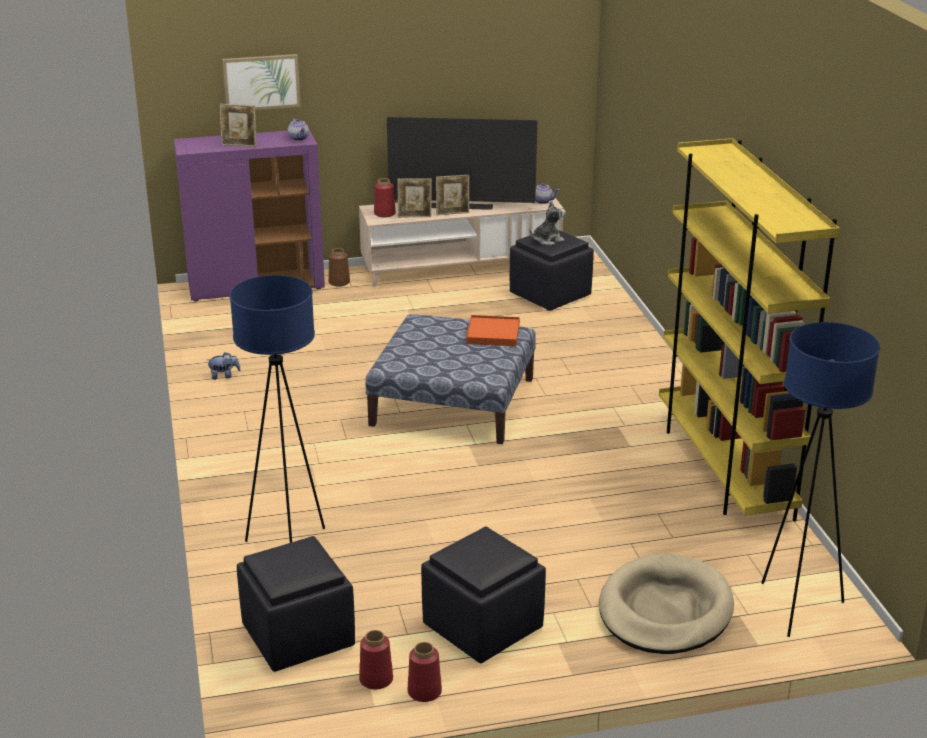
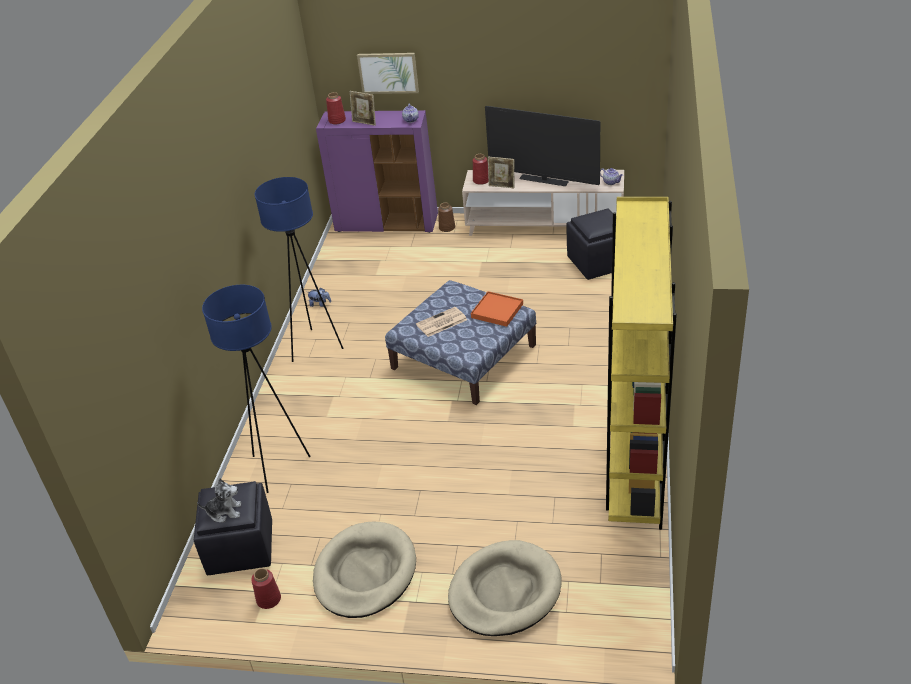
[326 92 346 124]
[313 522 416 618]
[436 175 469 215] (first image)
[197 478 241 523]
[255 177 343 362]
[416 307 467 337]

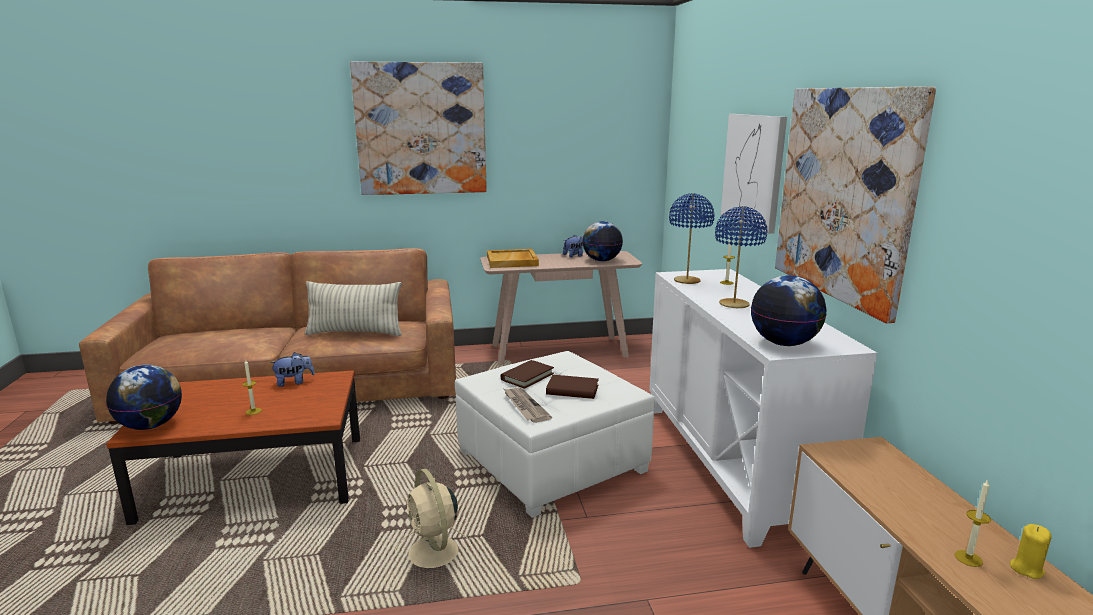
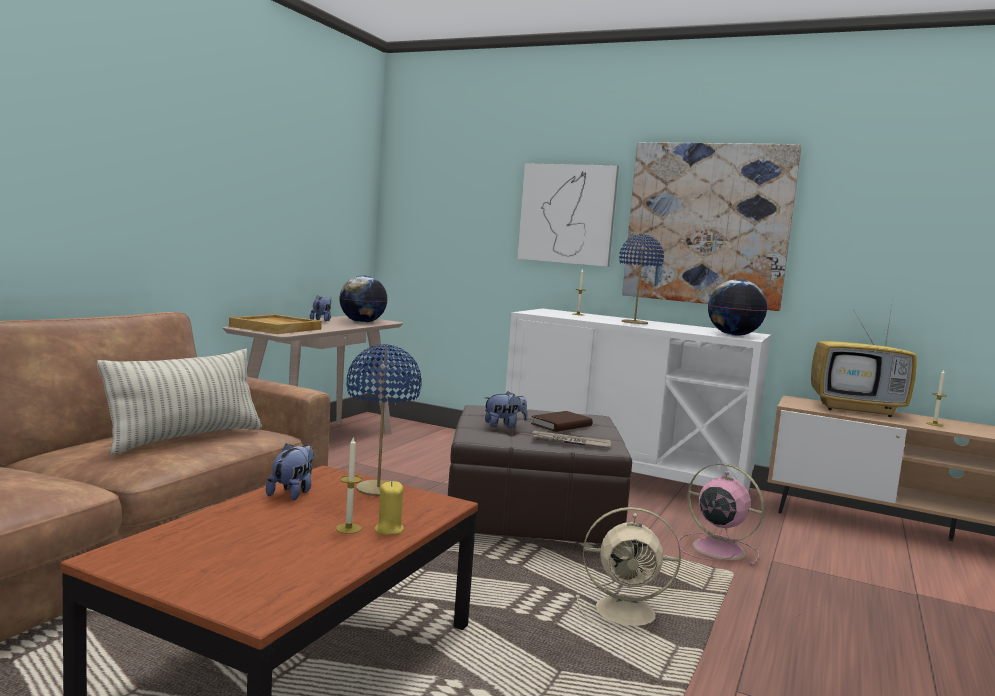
[106 365 182 430] (first image)
[350 62 487 195] (first image)
[448 405 632 543]
[484 391 528 428]
[346 344 422 496]
[374 481 404 535]
[677 463 764 566]
[811 300 917 417]

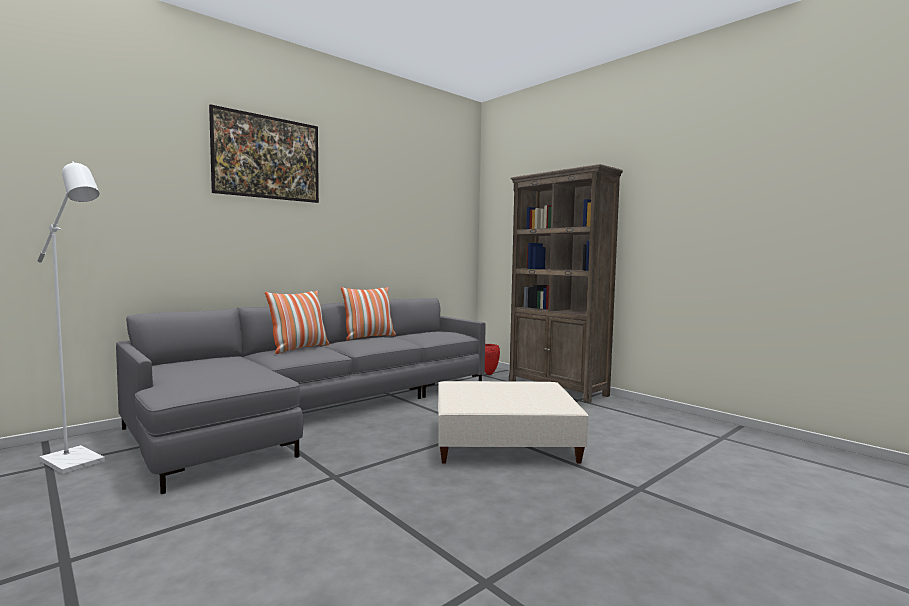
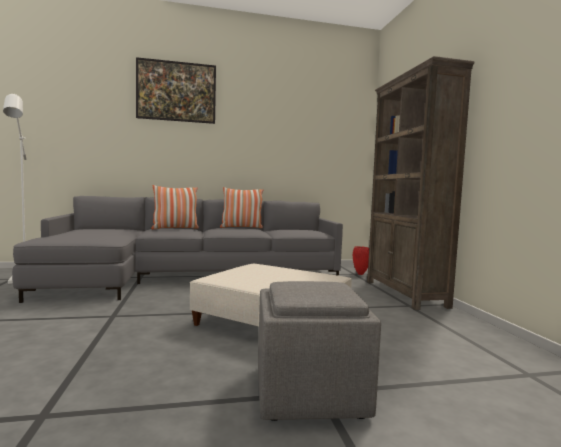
[258 281 381 421]

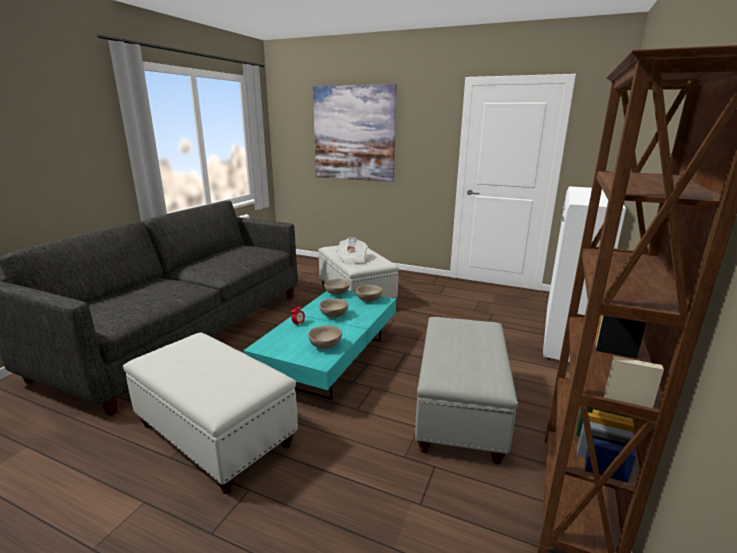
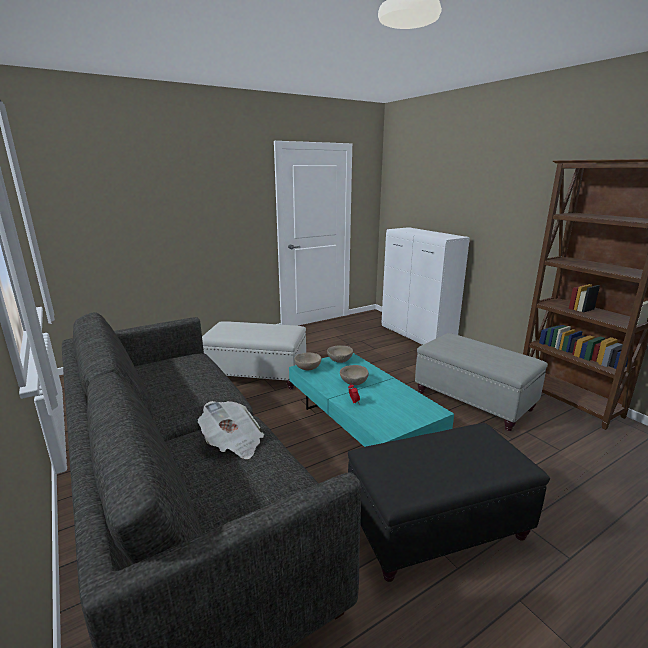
[348 423 550 582]
[308 325 342 349] (first image)
[313 84 397 182] (first image)
[198 401 264 459]

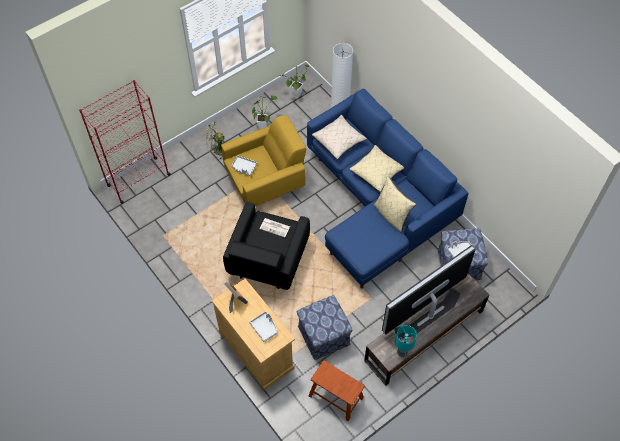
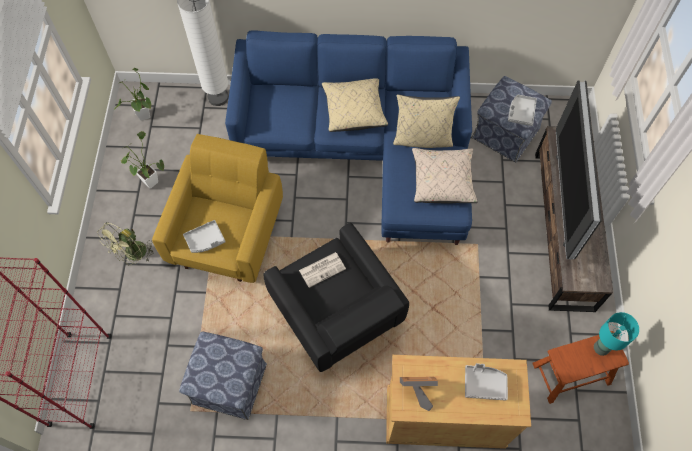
[179 331 267 420]
[412 148 478 204]
[594 312 639 356]

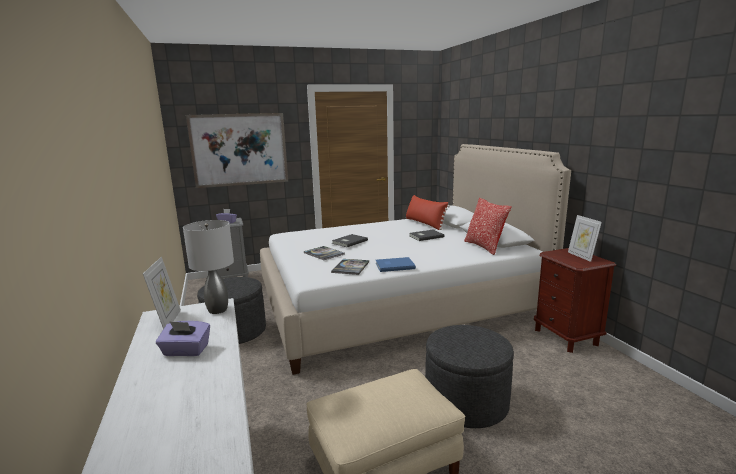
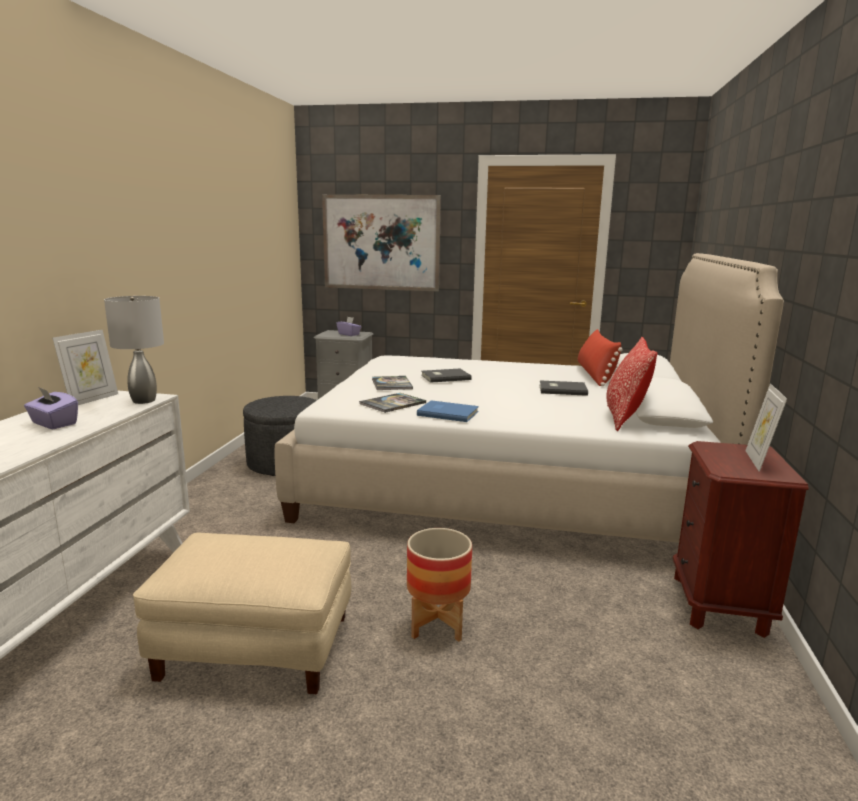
[407 528 472 642]

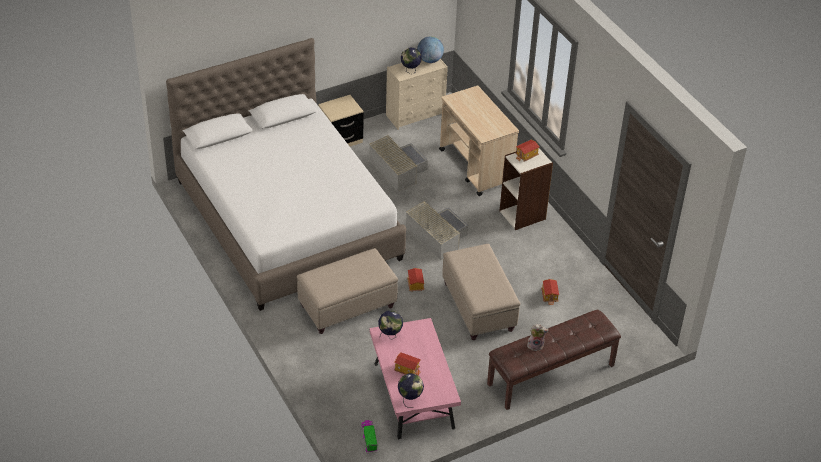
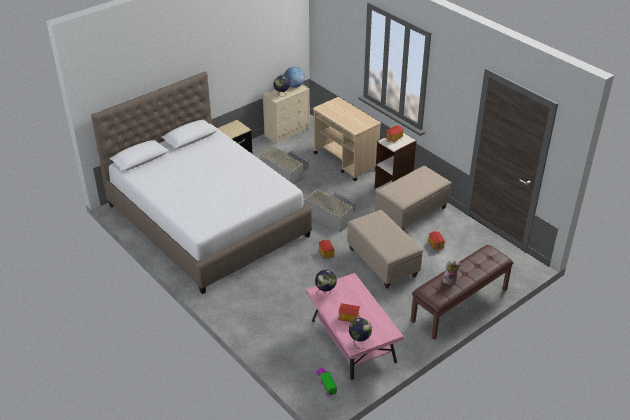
[375 166 452 231]

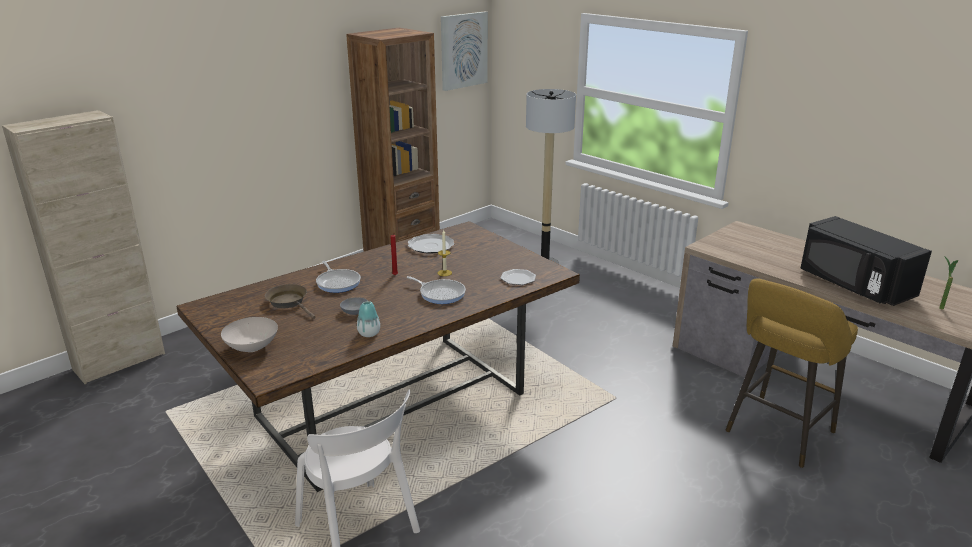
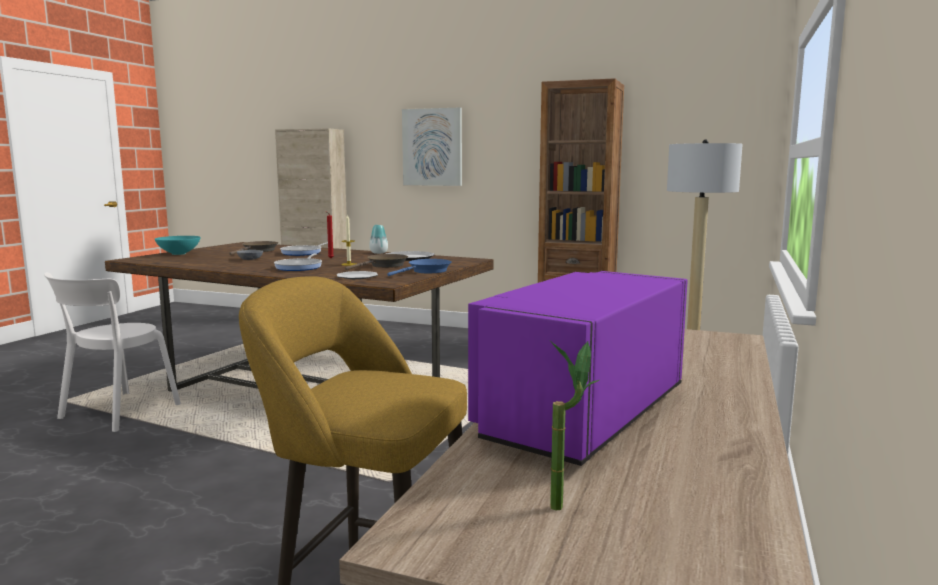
[155 236 201 255]
[369 225 388 254]
[402 107 462 186]
[468 271 688 466]
[345 254 408 270]
[387 259 452 276]

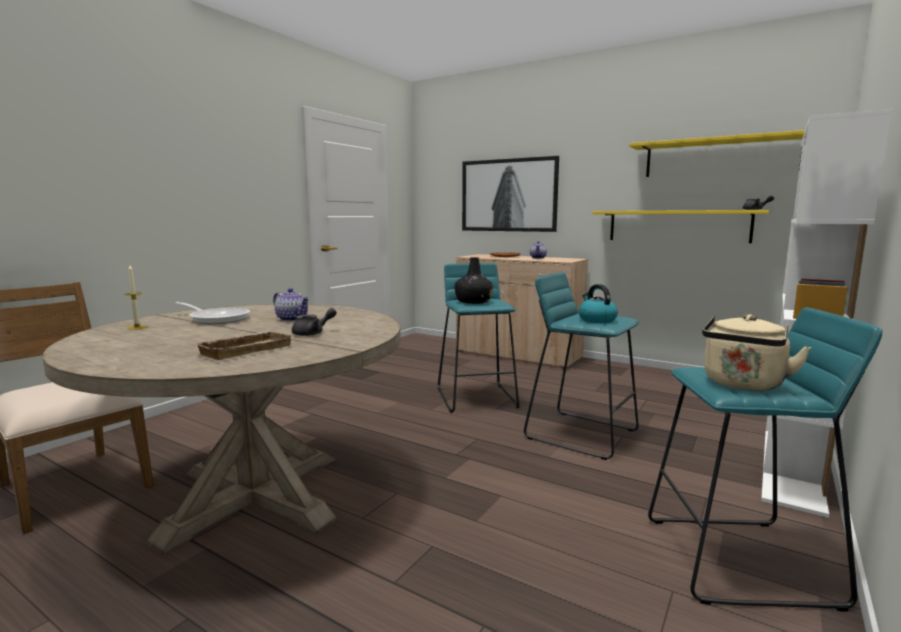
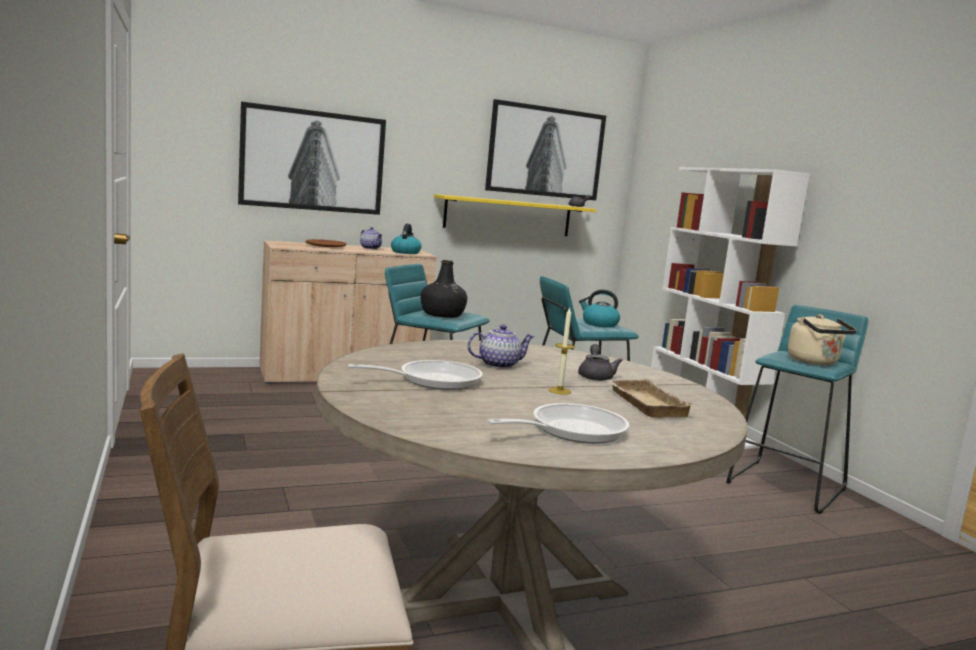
[548 307 575 395]
[485 99 606 200]
[391 224 421 254]
[487 403 629 444]

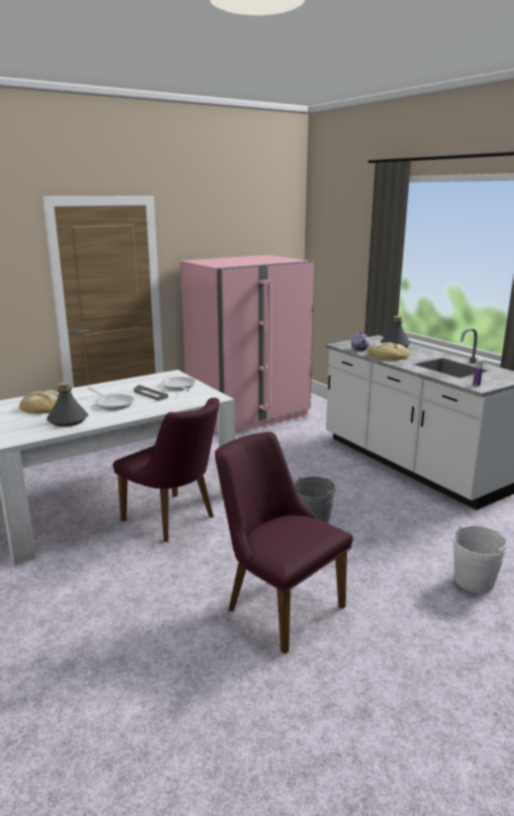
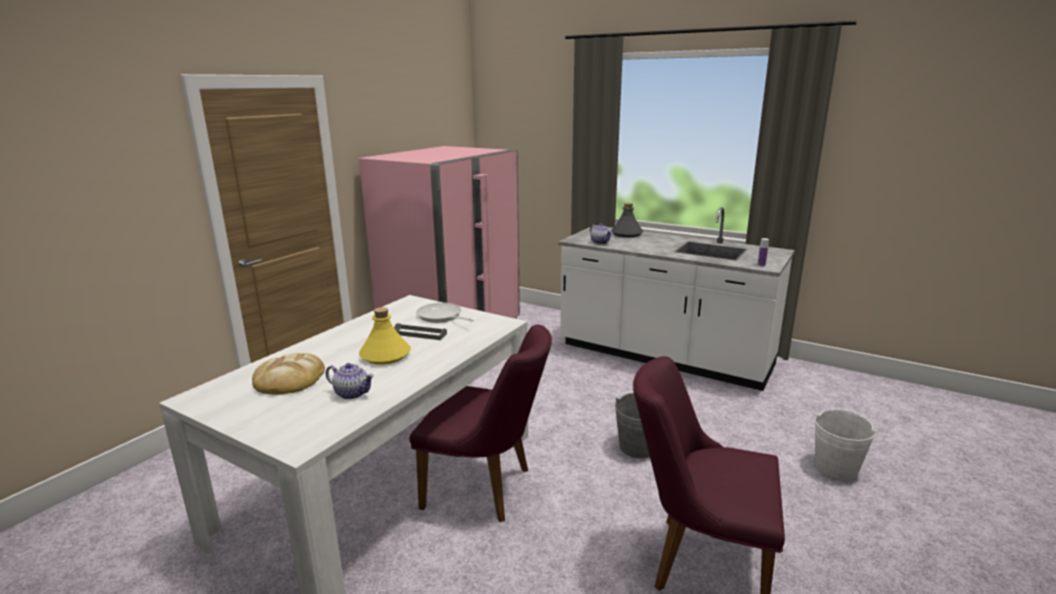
[326 363 374 399]
[359 307 411 365]
[368 342 409 360] (first image)

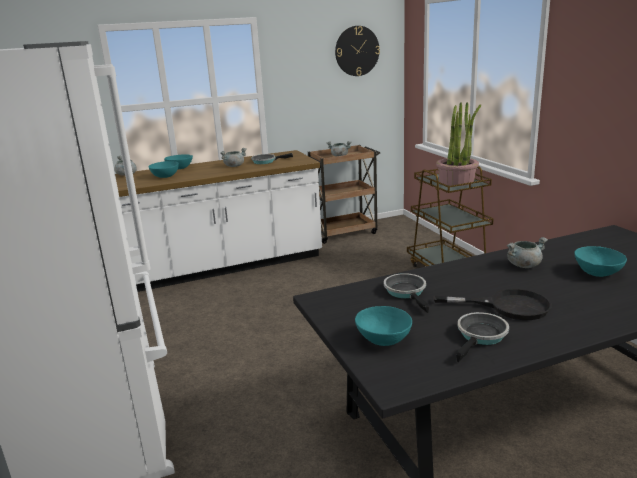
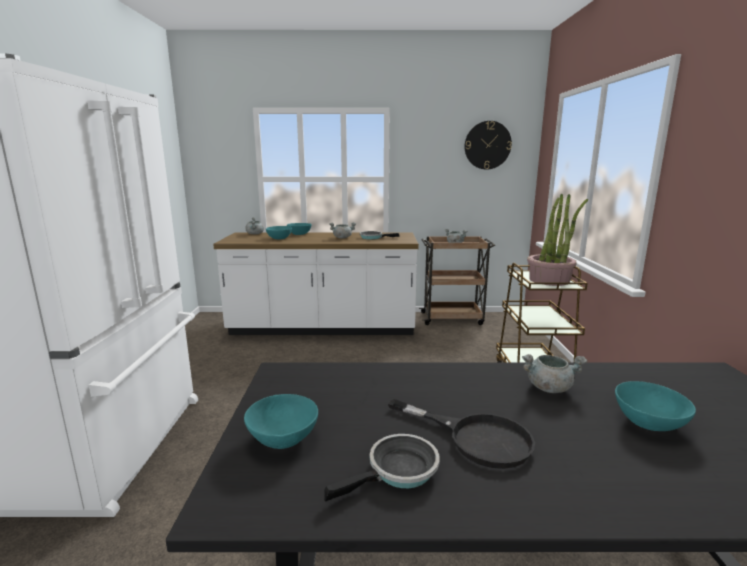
[384 273 429 313] (first image)

